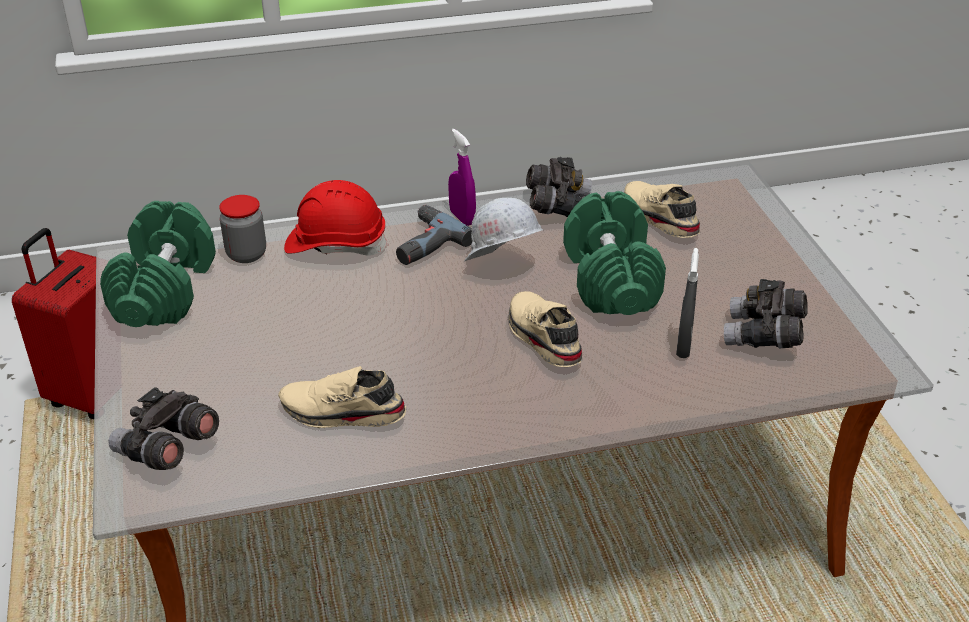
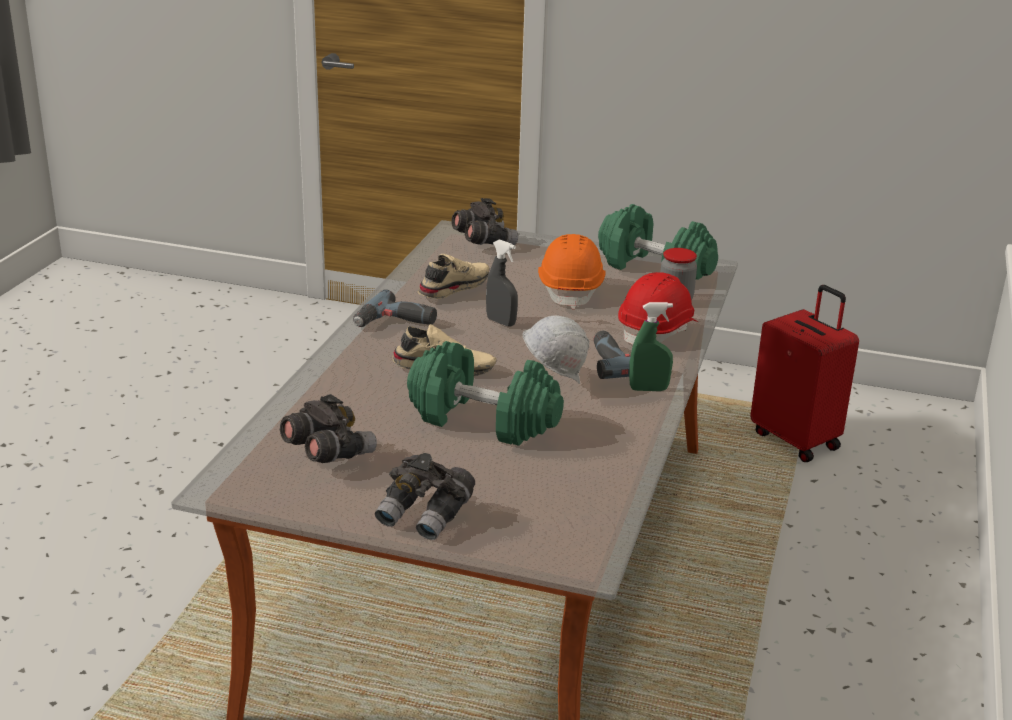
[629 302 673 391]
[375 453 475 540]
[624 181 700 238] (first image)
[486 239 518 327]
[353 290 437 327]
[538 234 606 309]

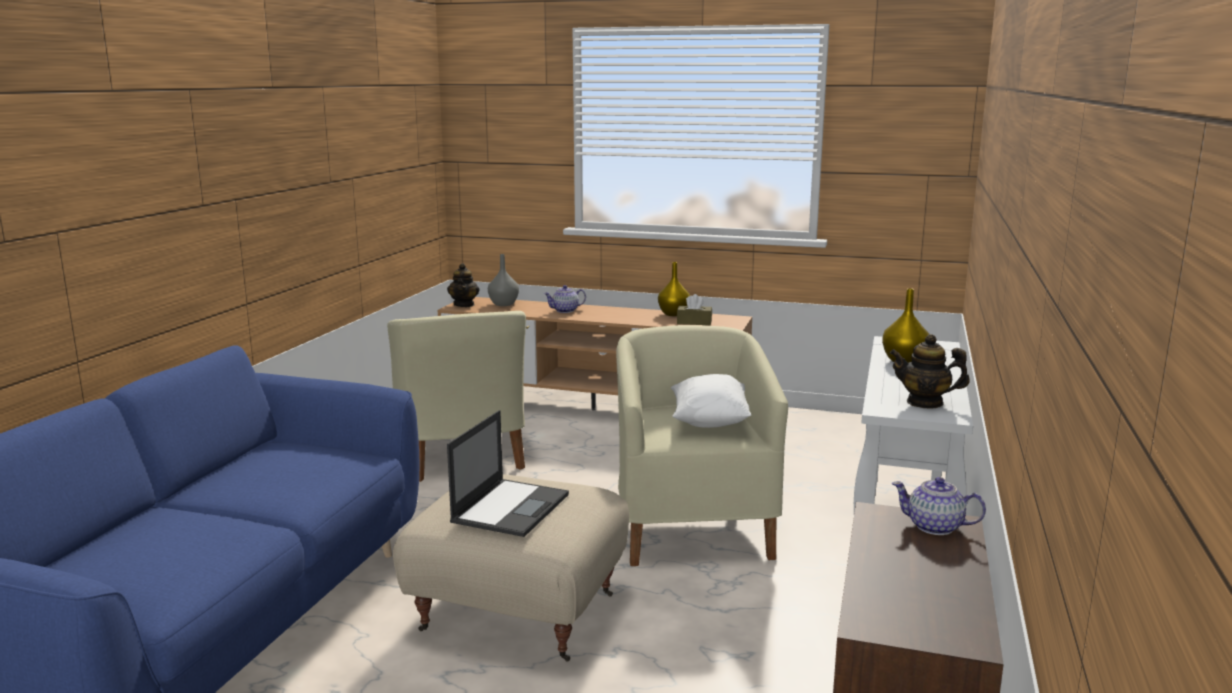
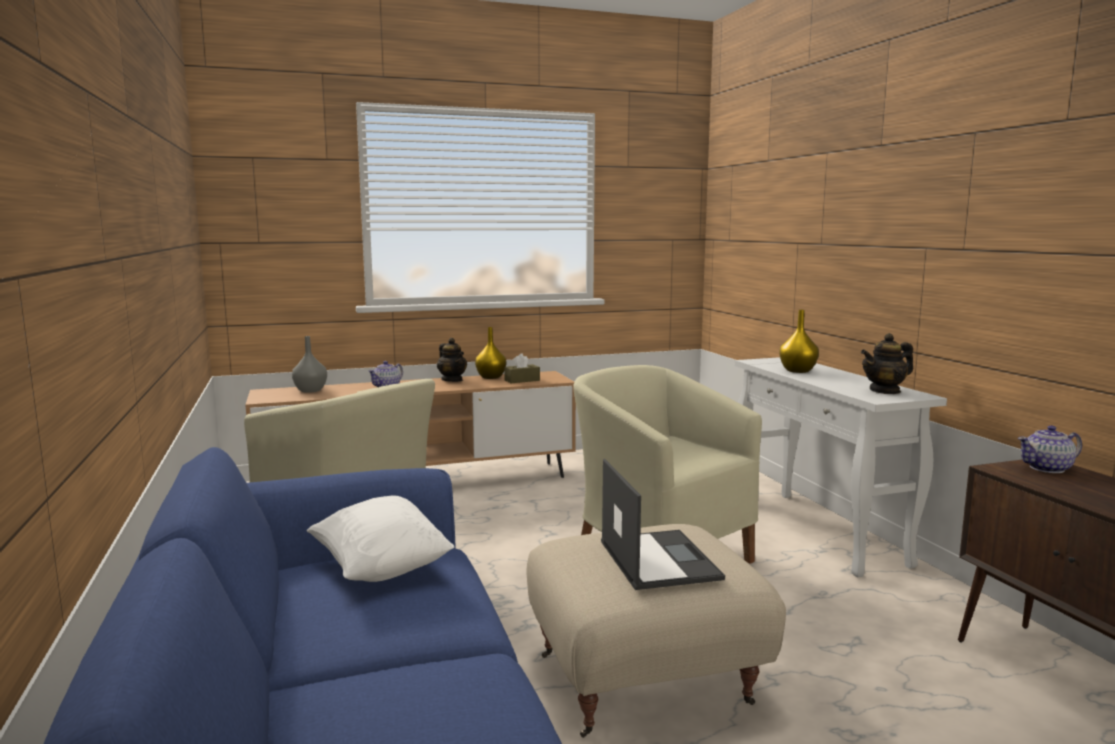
[437 338 467 382]
[306 496 455 582]

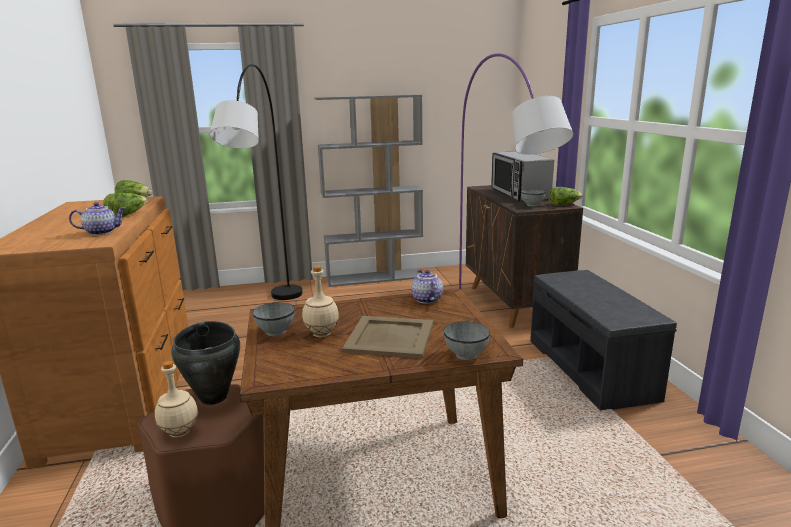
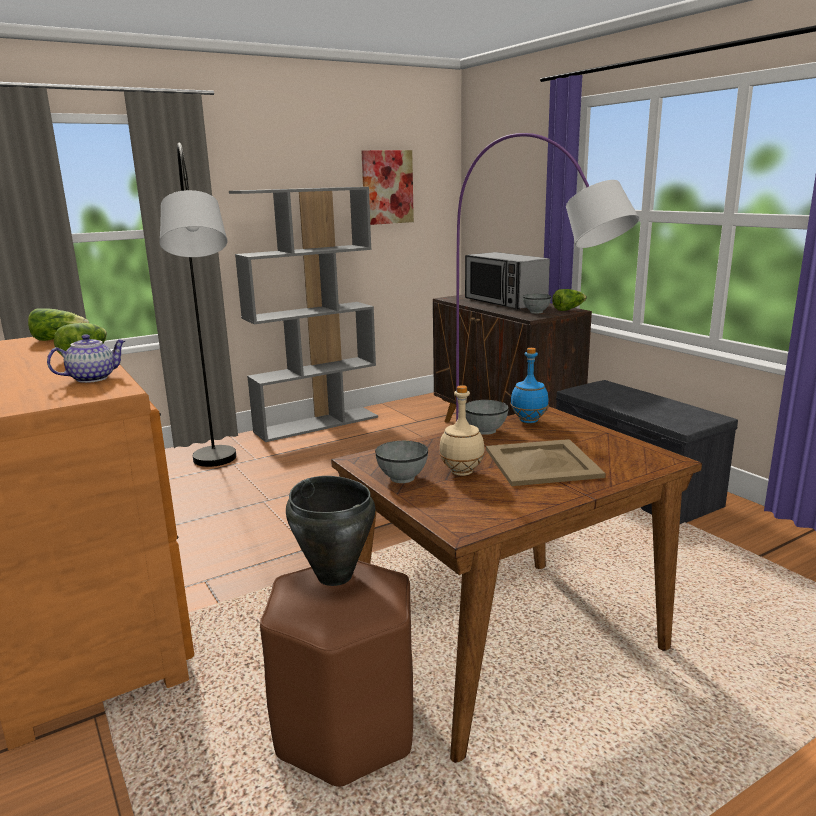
[155 361 198 438] (first image)
[510 348 549 423]
[466 400 509 435]
[361 150 414 225]

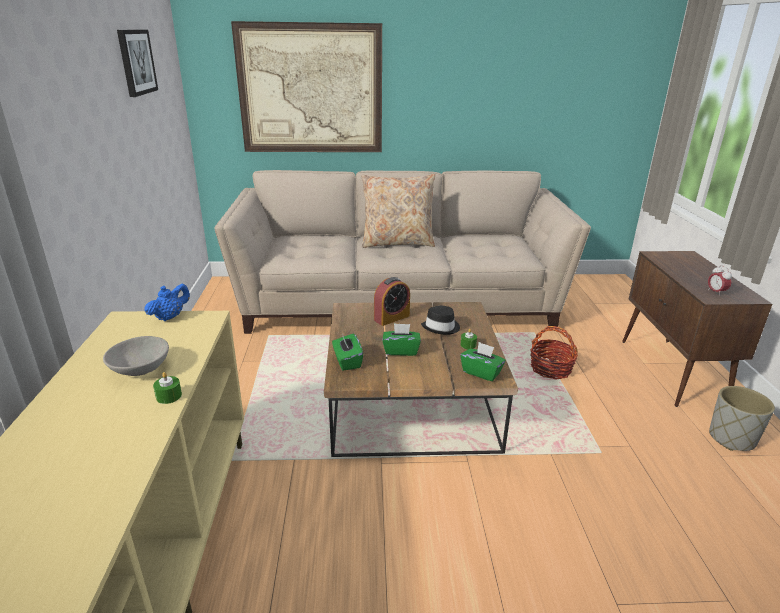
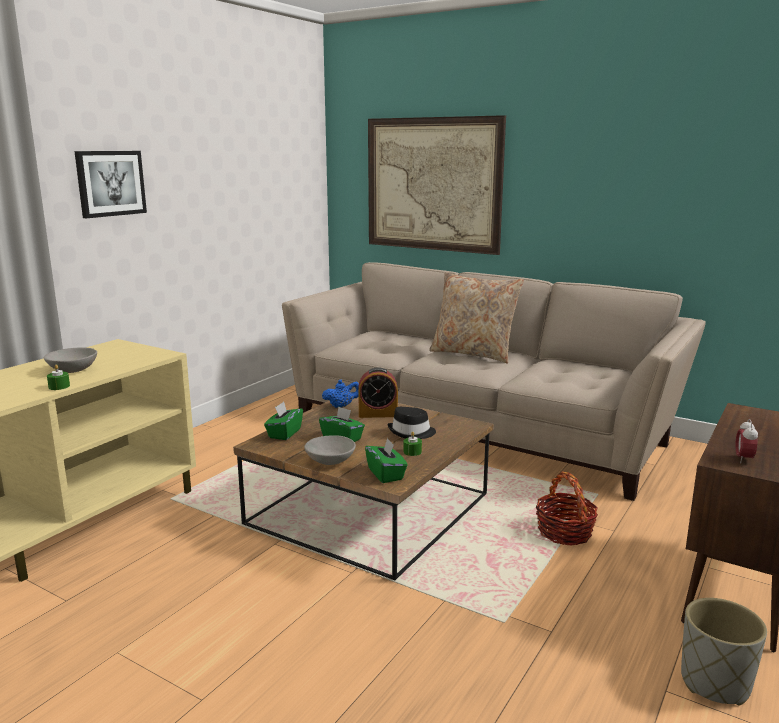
[74 151 147 218]
[322 380 359 408]
[304 435 356 465]

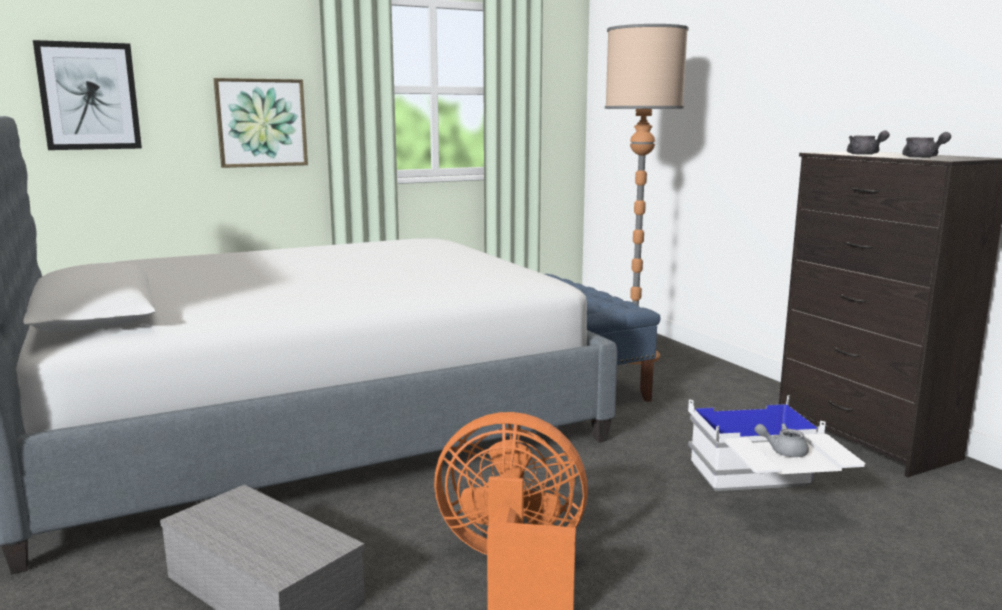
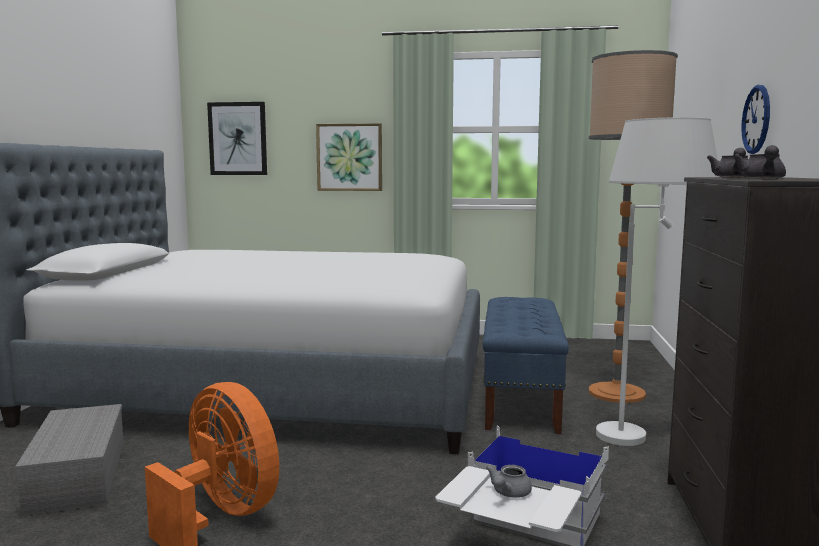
[486 465 532 498]
[596 117 720 446]
[741 85 770 154]

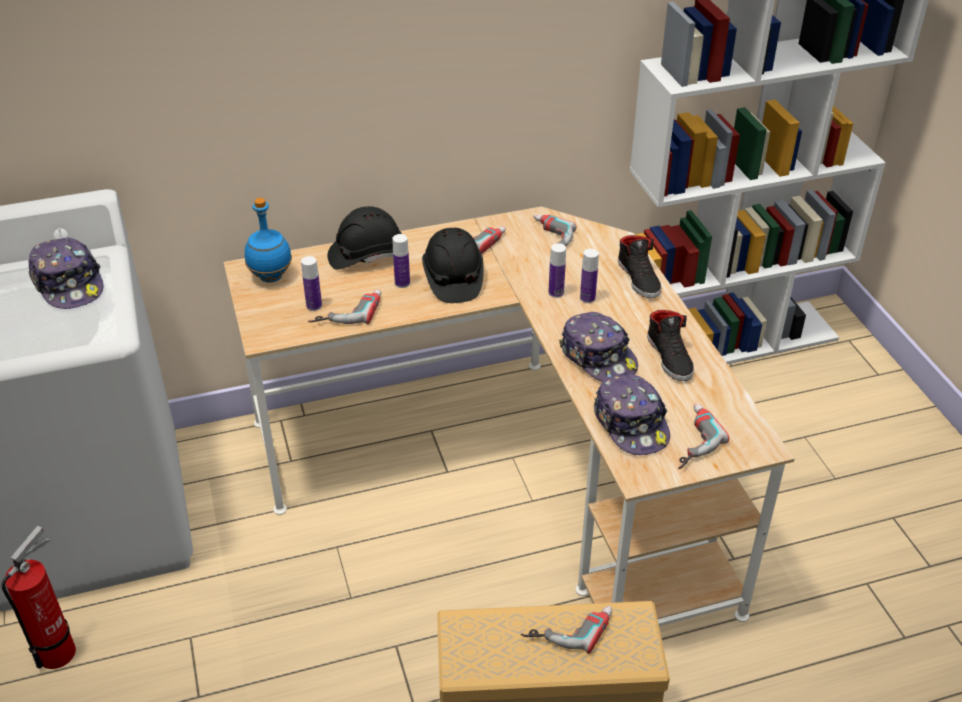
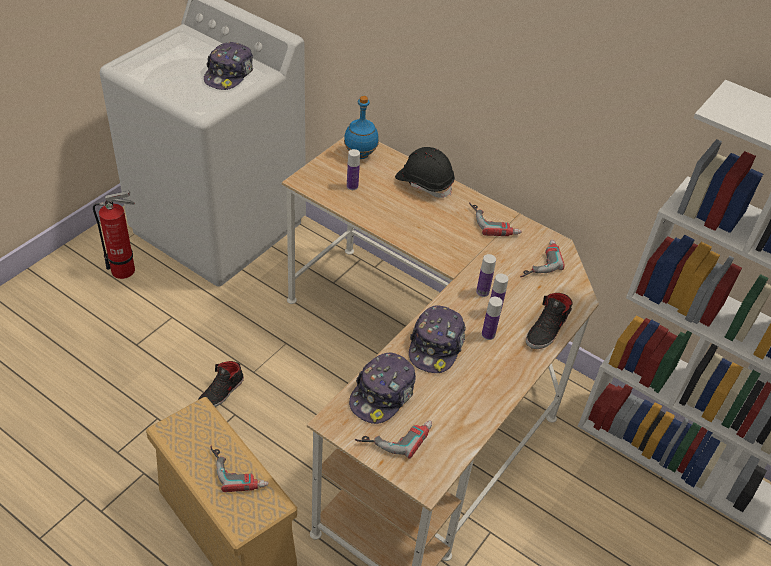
[308 289 381 324] (first image)
[482 297 503 340]
[422 228 484 303] (first image)
[198 361 244 407]

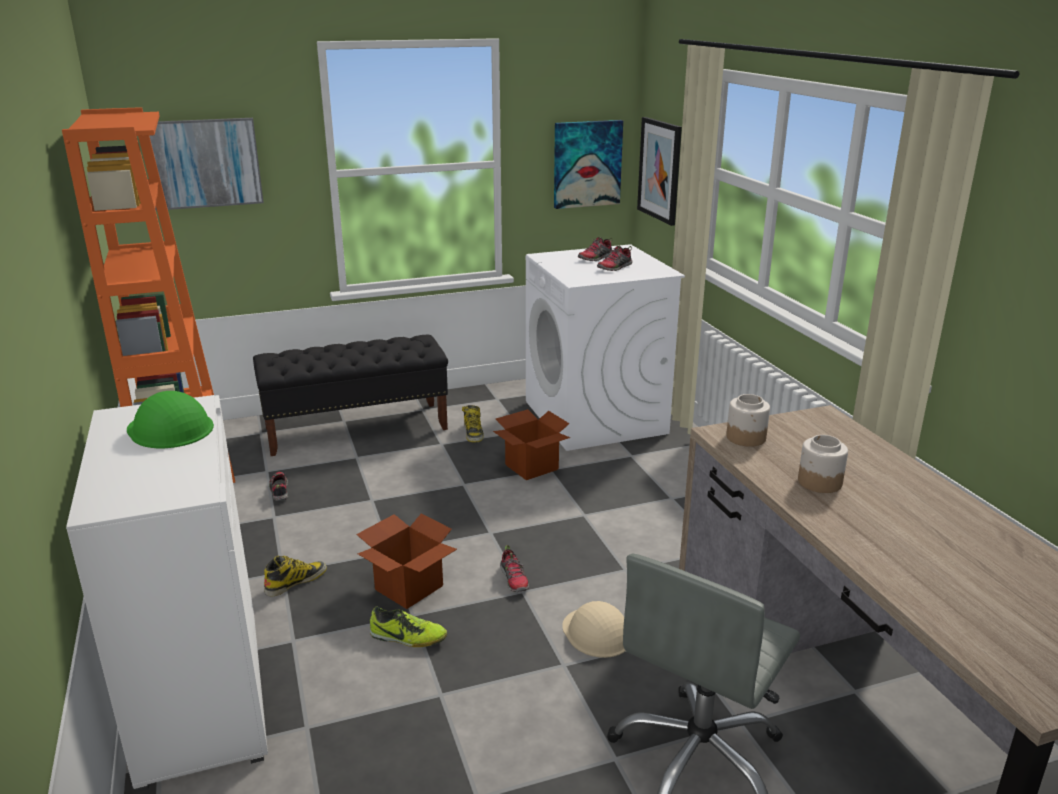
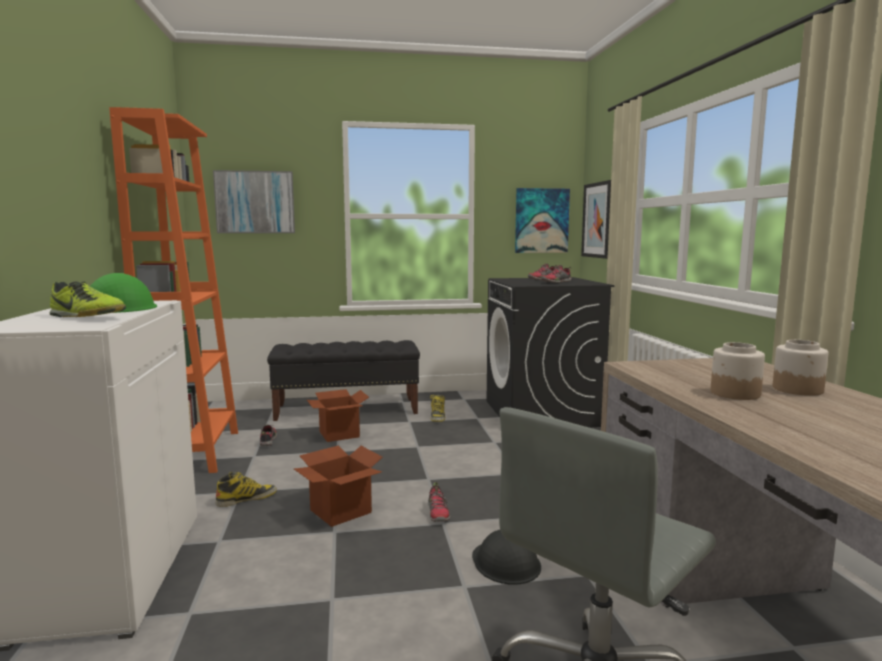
[50 282 126 317]
[307 389 369 442]
[487 277 615 428]
[472 530 541 585]
[773 340 828 396]

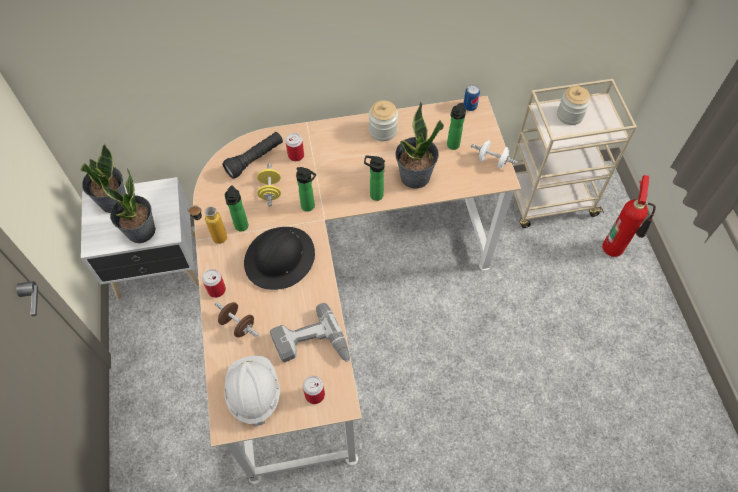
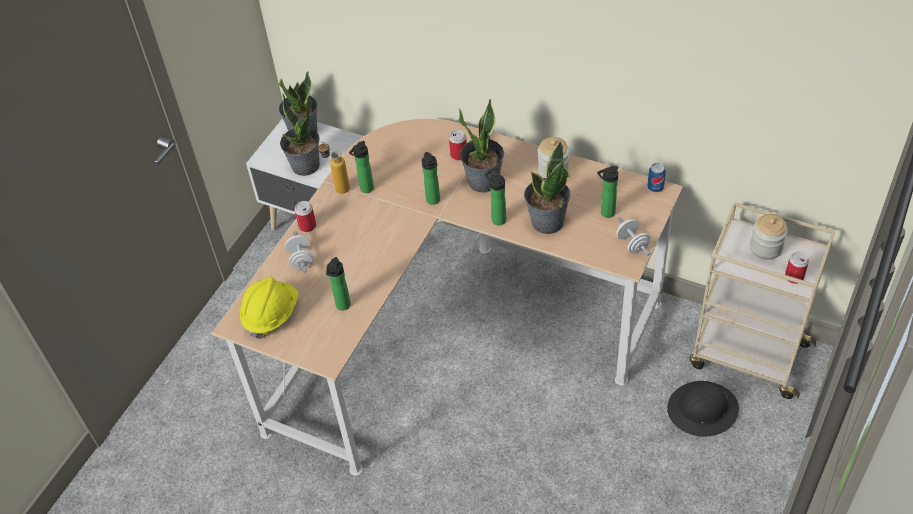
[285 231 314 273]
[222 132 283 179] (first image)
[240 276 299 339]
[667 381 739 437]
[257 163 281 207] (first image)
[326 257 351 310]
[785 252 809 284]
[602 175 656 257] (first image)
[459 99 504 192]

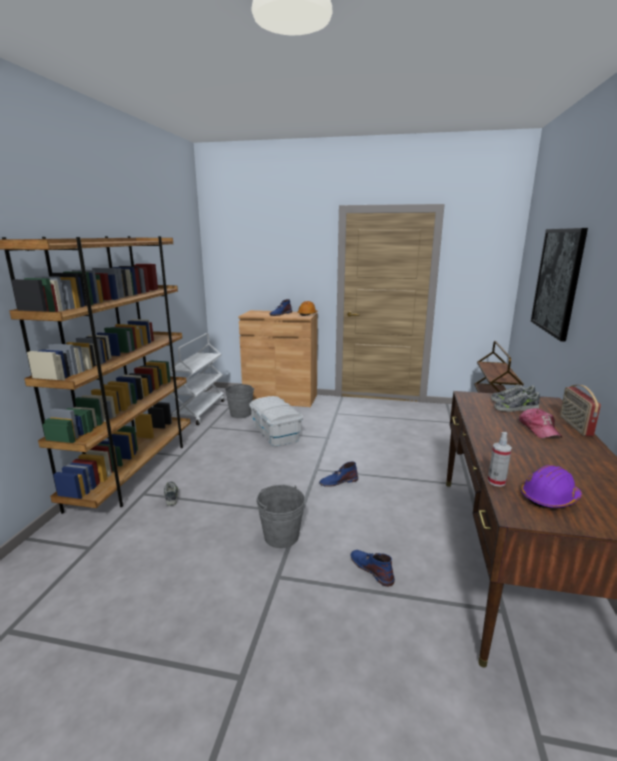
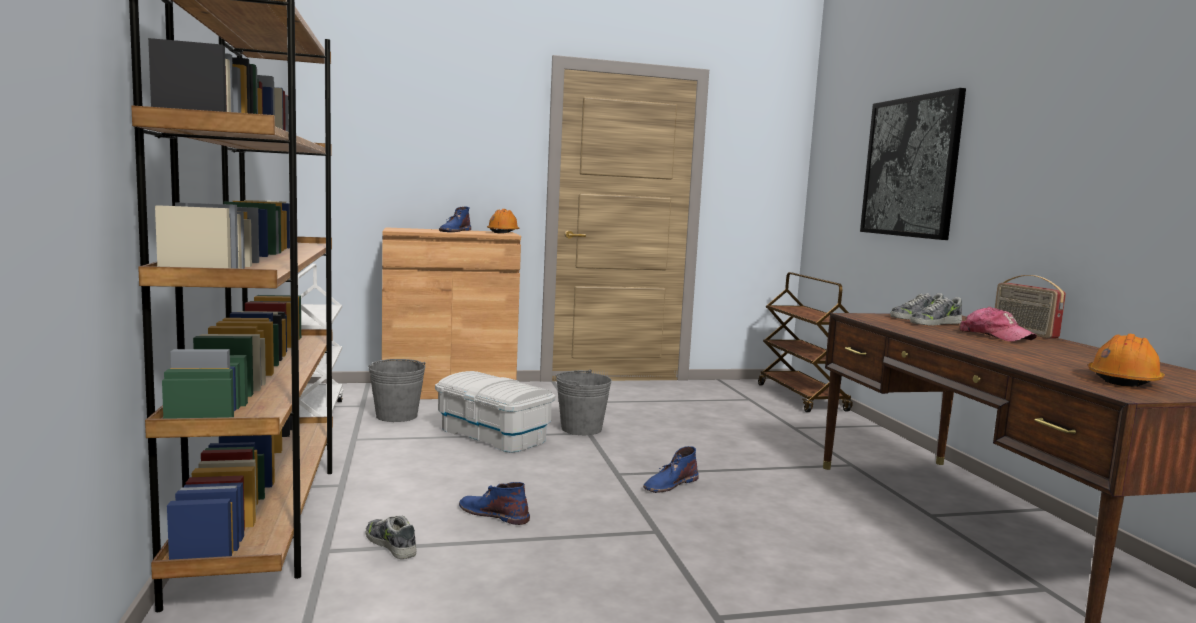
[556 369 612 435]
[459 482 530 525]
[488 432 512 487] (first image)
[1088 334 1165 387]

